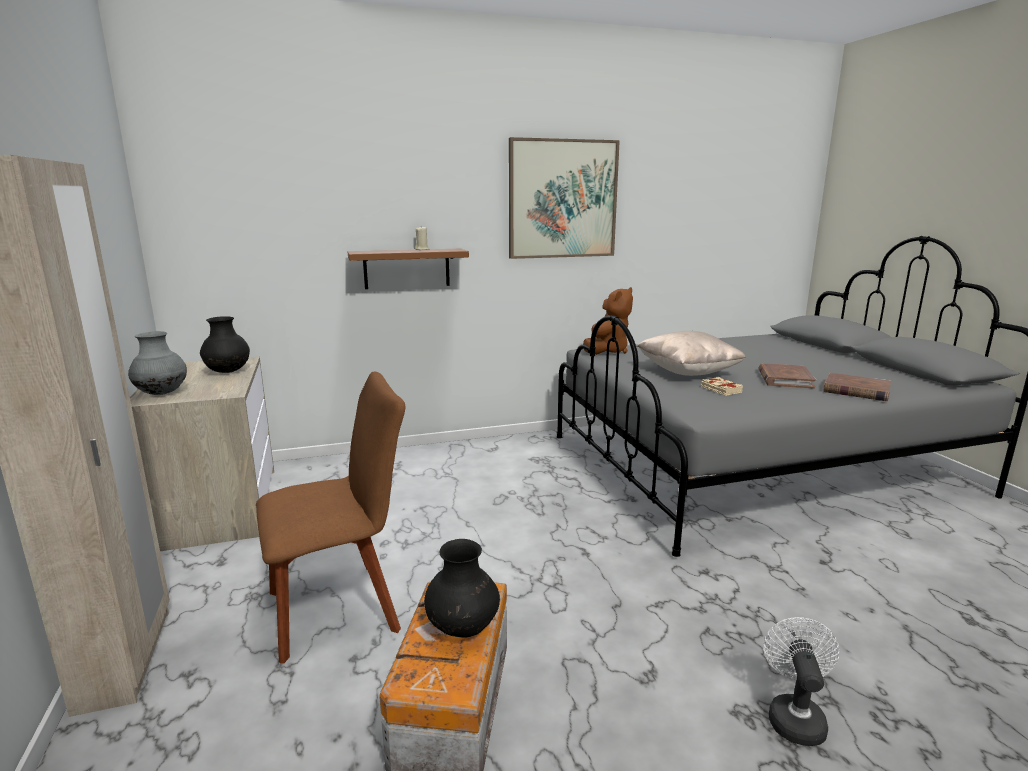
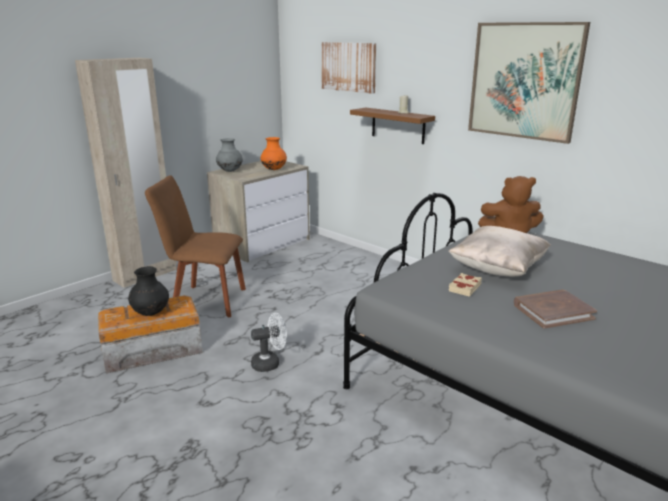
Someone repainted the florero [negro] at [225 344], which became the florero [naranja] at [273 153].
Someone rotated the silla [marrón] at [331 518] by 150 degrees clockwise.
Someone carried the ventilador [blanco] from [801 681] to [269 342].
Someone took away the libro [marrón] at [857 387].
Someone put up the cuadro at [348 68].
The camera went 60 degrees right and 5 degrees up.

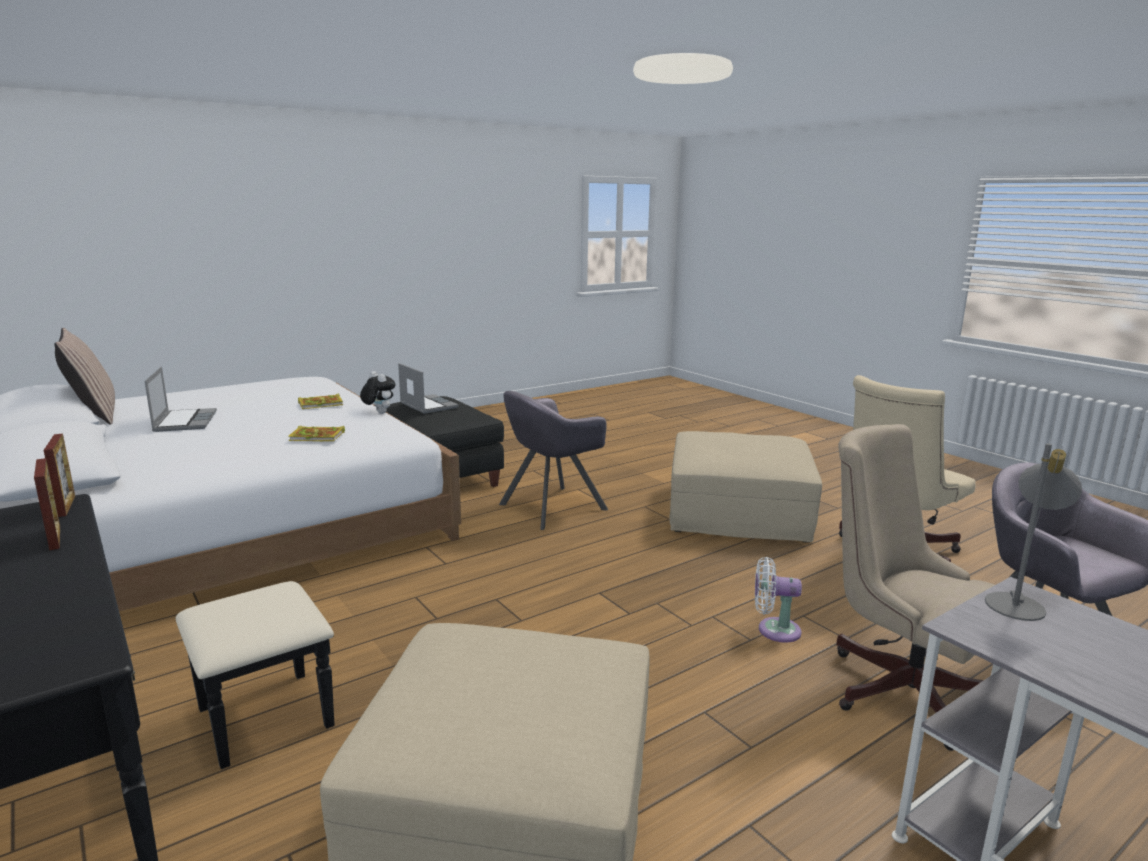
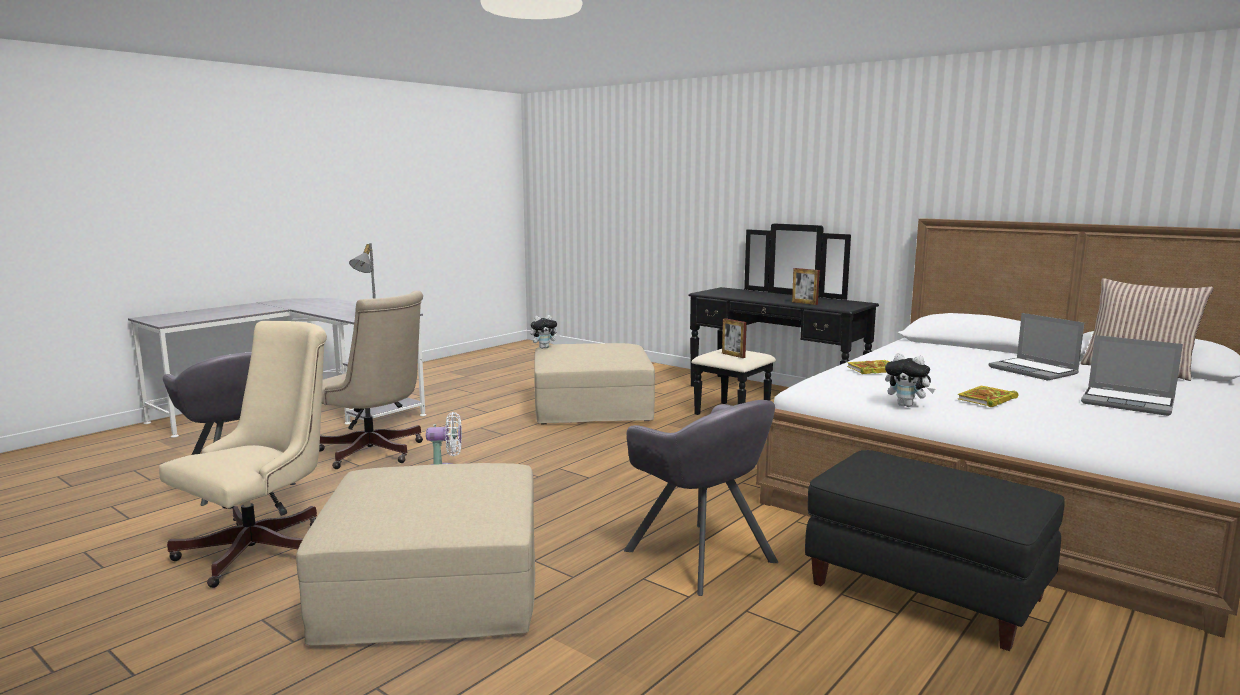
Someone carried the portarretratos from [59 475] to [734 338].
Someone carried the portátil from [428 388] to [1132 375].
Someone rotated the sillón [gris] at [553 460] by 105 degrees clockwise.
Someone put down the peluche at [545 332].
The camera went 165 degrees right and 5 degrees down.

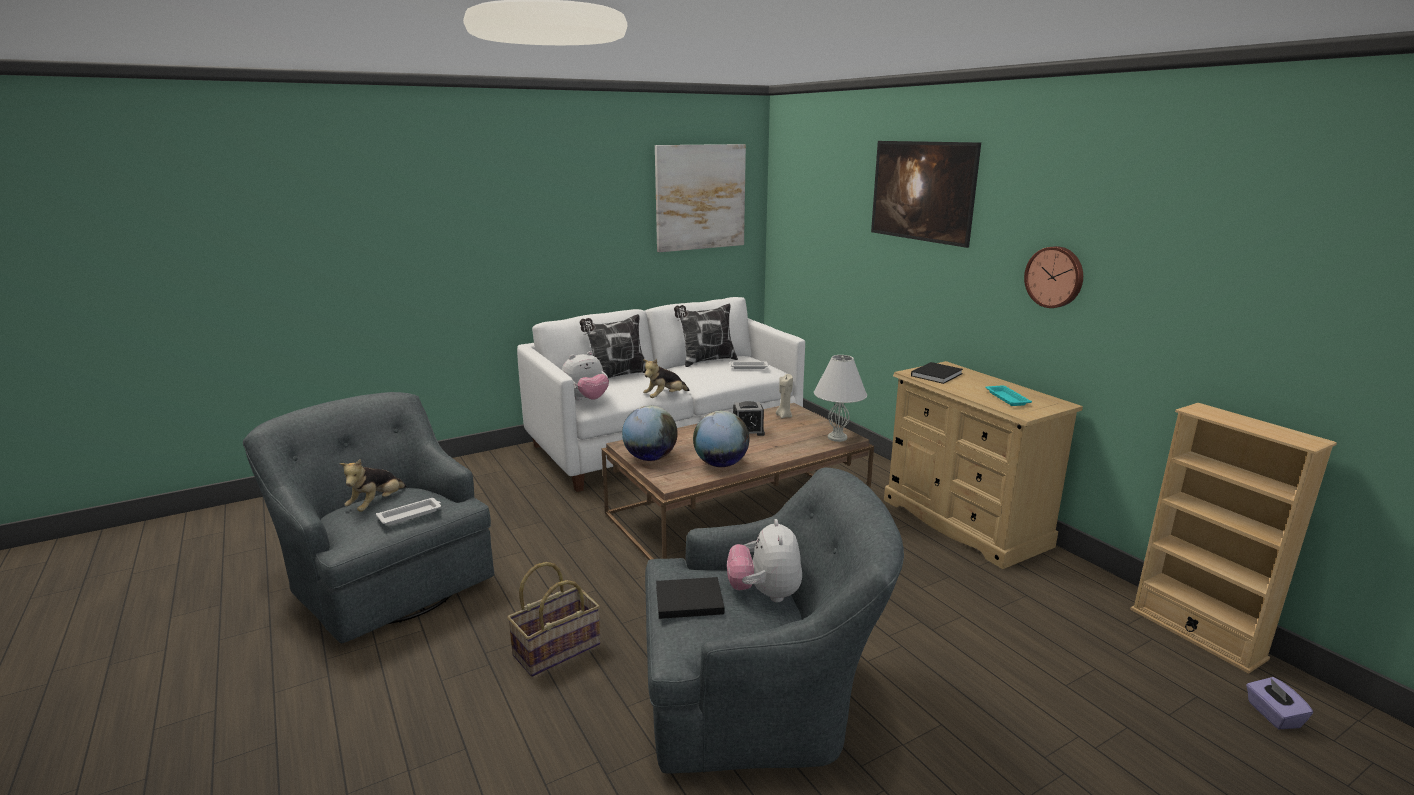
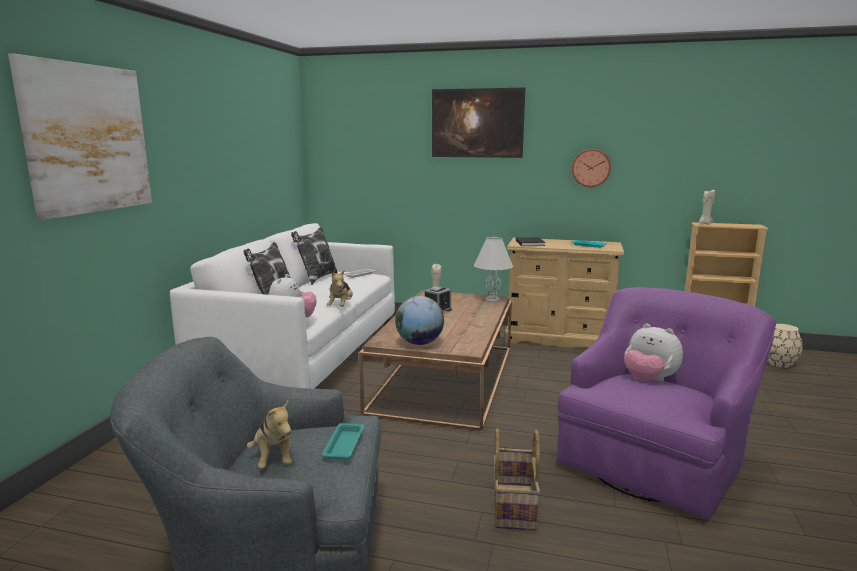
Someone repainted the bandeja [blanco] at [408 511], which became the bandeja [turquesa] at [343 441].
Someone repainted the sillón [gris] at [774 621], which became the sillón [morado] at [666 403].
Someone carried the cuadro from [700 198] to [80 137].
Someone took away the libro [negro] at [690 598].
Someone took away the globo terráqueo at [721 439].
Someone swapped the caja de pañuelos [morado] at [1279 703] for the florero [beis] at [785 346].
Someone put down the vela [beis] at [707 207].
The camera went 45 degrees left and 5 degrees down.

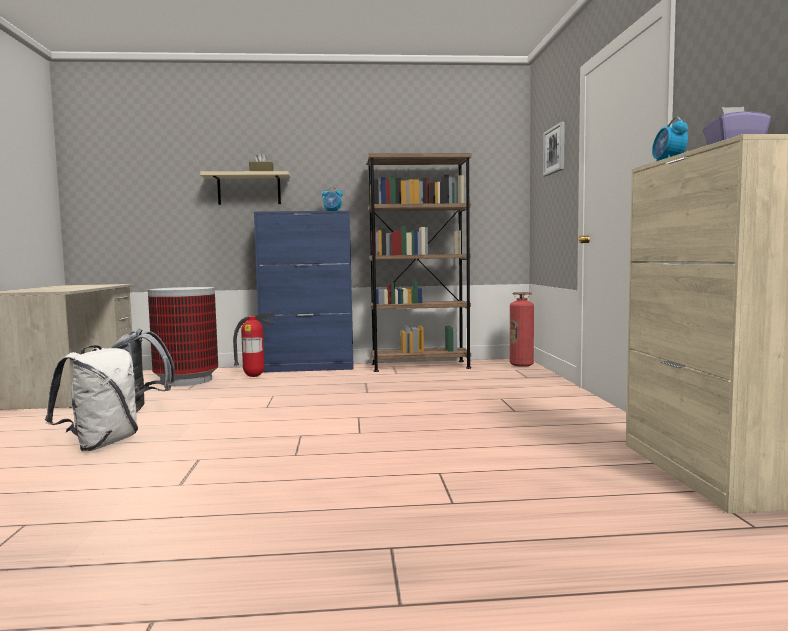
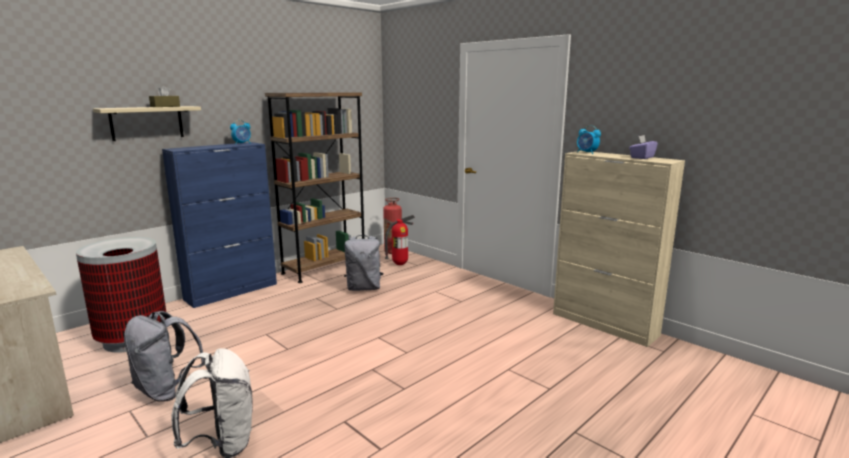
Someone carried the extintor from [254 344] to [400 240].
Someone took away the cuadro at [554 149].
Someone put down the mochila [gris] at [364 263].
The camera went 40 degrees left and 10 degrees up.

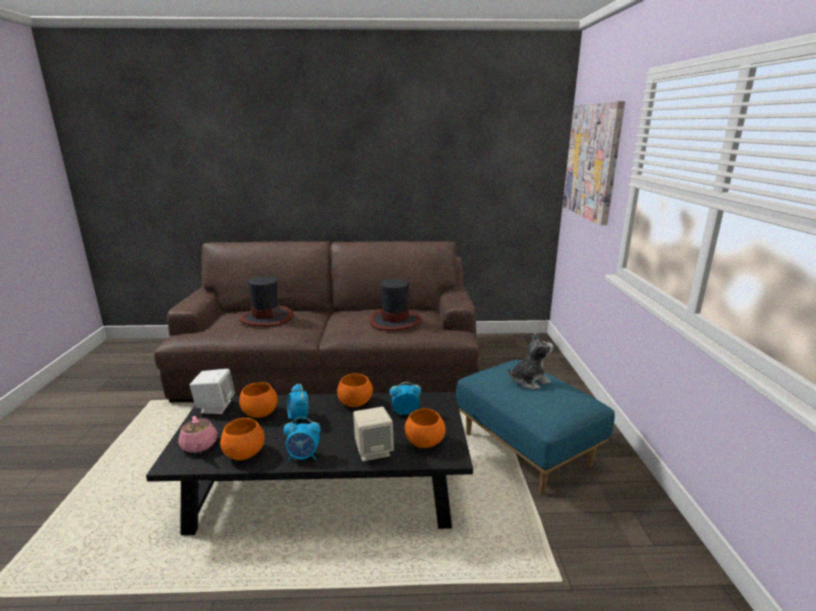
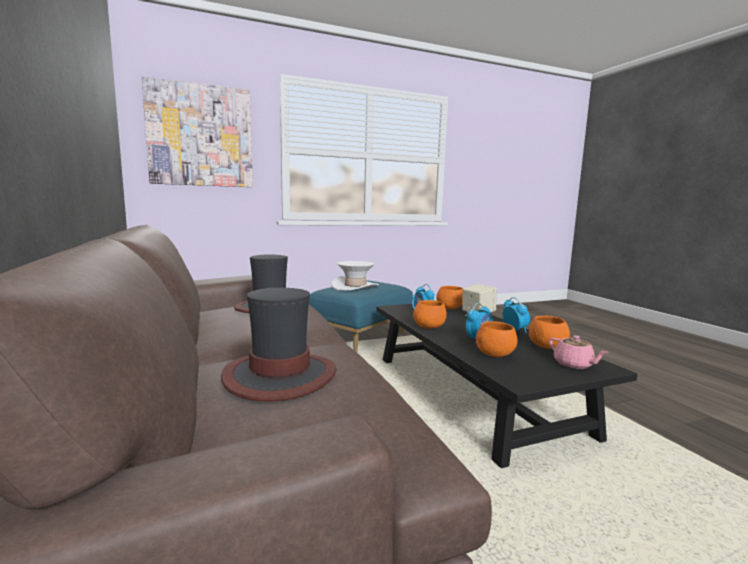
Someone rotated the tetera [rosa] at [198 434] by 105 degrees clockwise.
Someone took away the altavoz [blanco] at [212 391].
Someone swapped the peluche at [531 360] for the sombrero [blanco] at [355 275].
The camera went 110 degrees left and 10 degrees down.

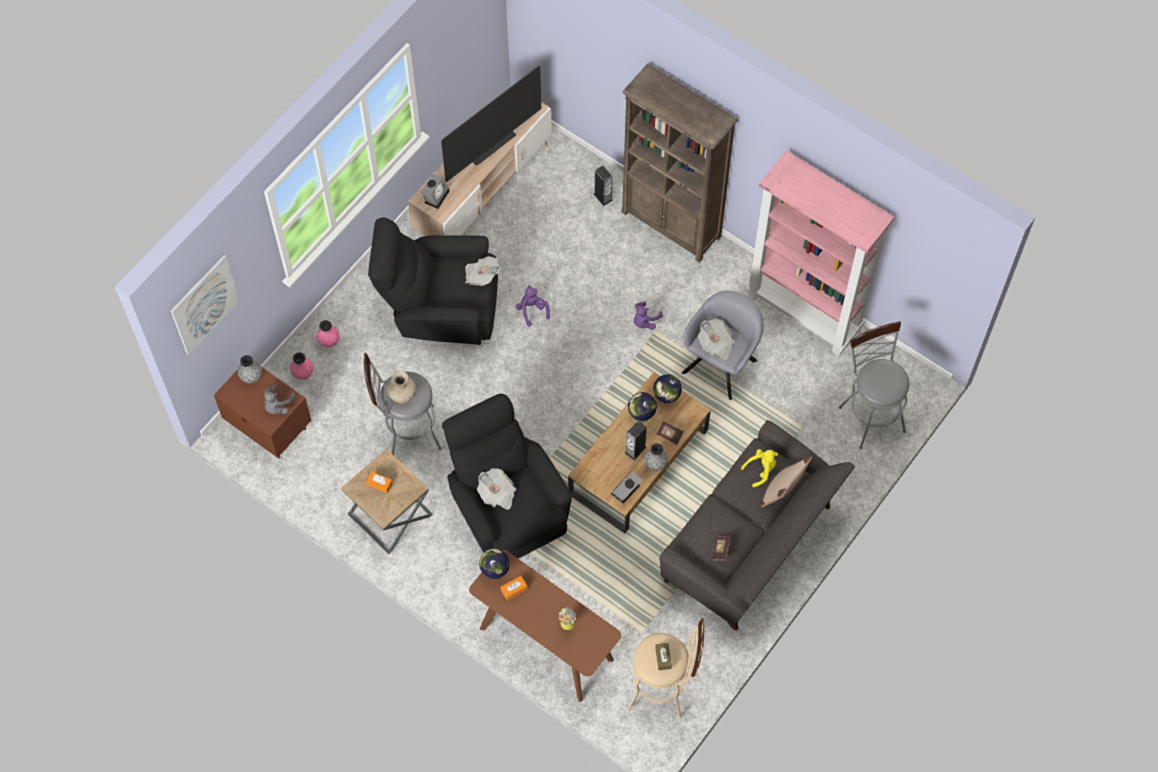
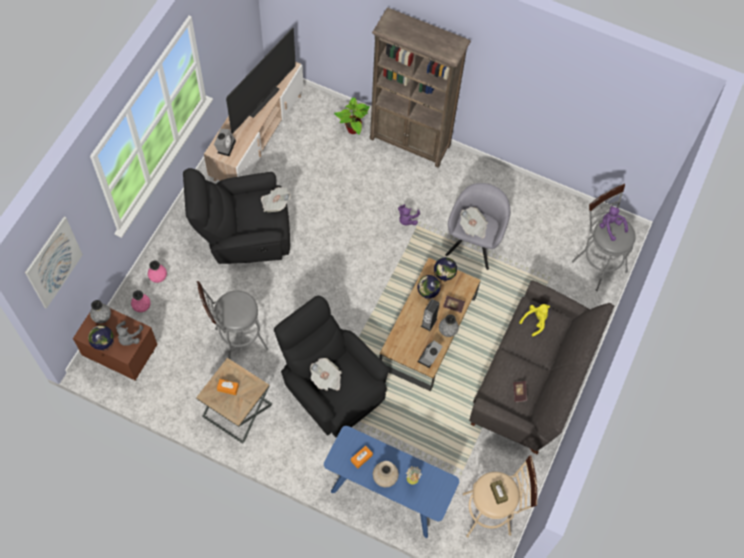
Someone carried the florero [beis] from [401 387] to [386 474].
Someone repainted the mesa consola [marrón] at [545 626], which became the mesa consola [azul] at [391 482].
Someone carried the globo terráqueo from [494 563] to [101 338].
Someone carried the peluche [morado] from [533 306] to [613 223].
Someone swapped the altavoz at [603 186] for the planta en maceta at [352 116].
Someone took away the estantería [rosa] at [820 253].
Someone took away the cojín [beis] at [786 481].
The camera went 15 degrees left and 0 degrees up.

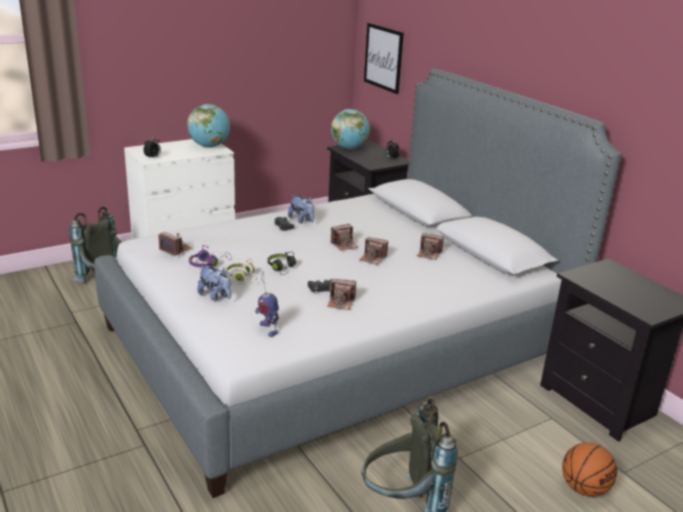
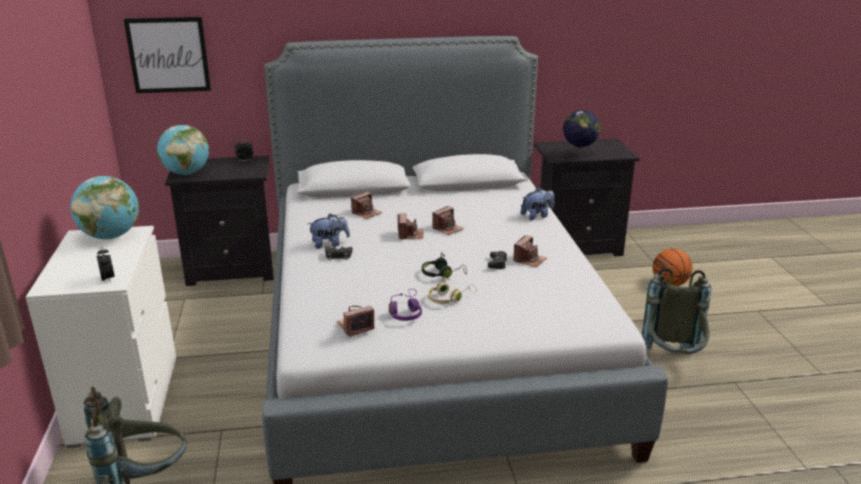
Someone carried the peluche from [214 283] to [537 203].
Someone took away the robot de juguete at [267 304].
Someone carried the cámara from [430 246] to [366 205].
Someone put down the globo terráqueo at [582 134].
The camera went 65 degrees left and 0 degrees up.

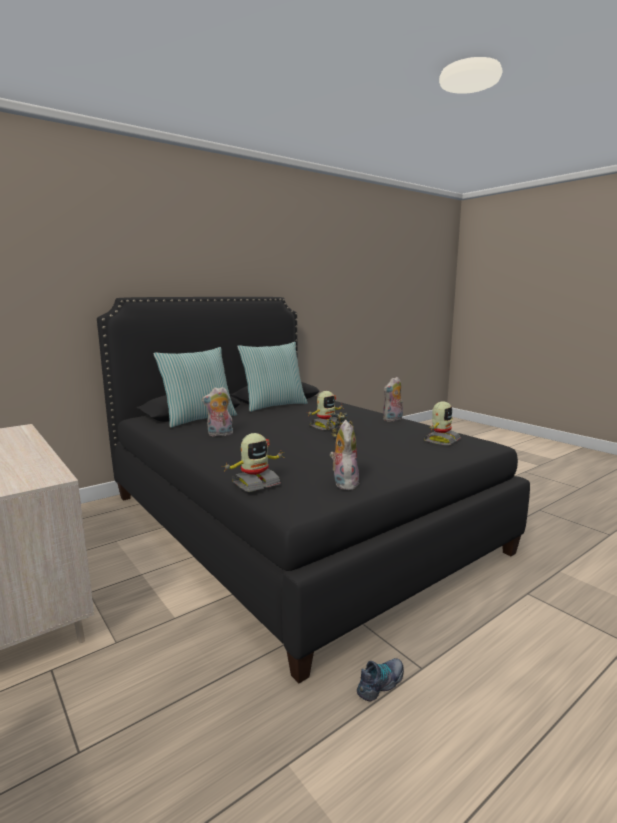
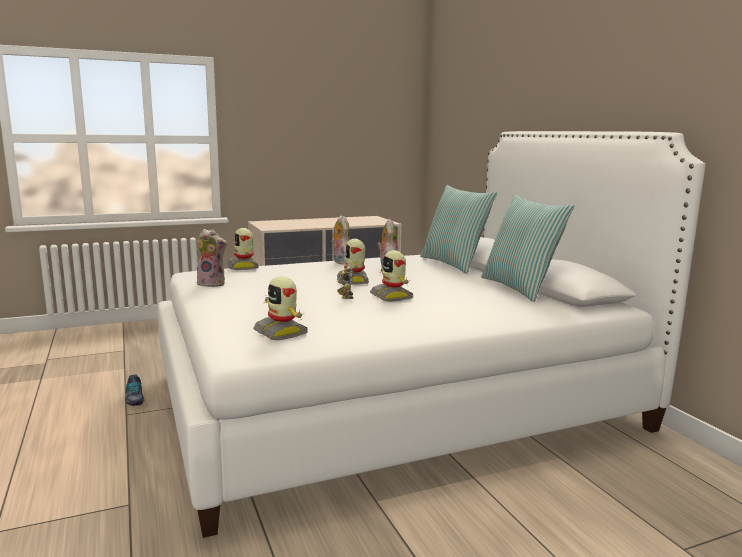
Someone repainted the cama [negro] at [313 490], which became the cama [blanco] at [431 334].
Someone carried the peluche from [393 399] to [340 240].
Someone put down the robot de juguete at [353 262].
The camera went 105 degrees right and 0 degrees up.

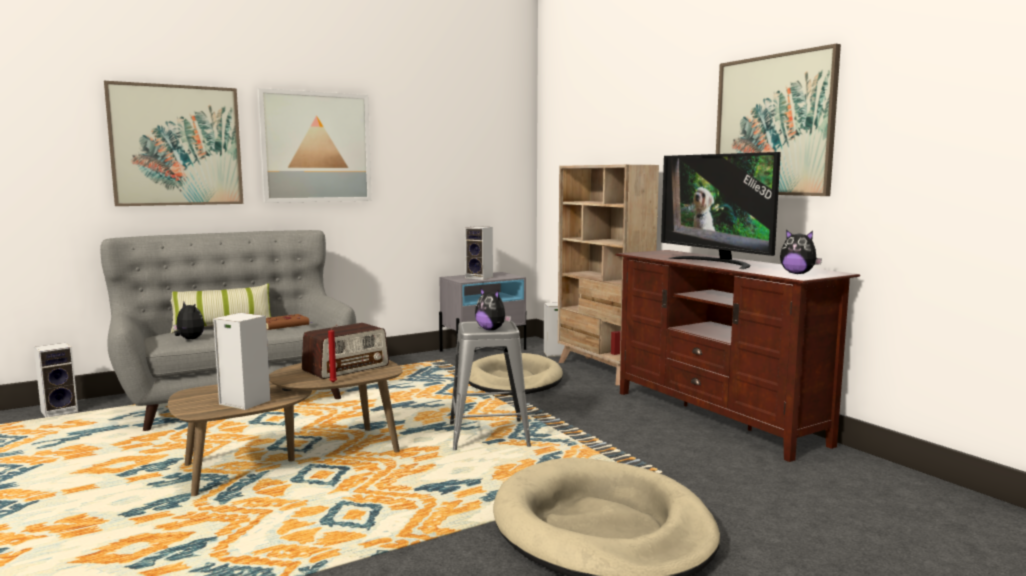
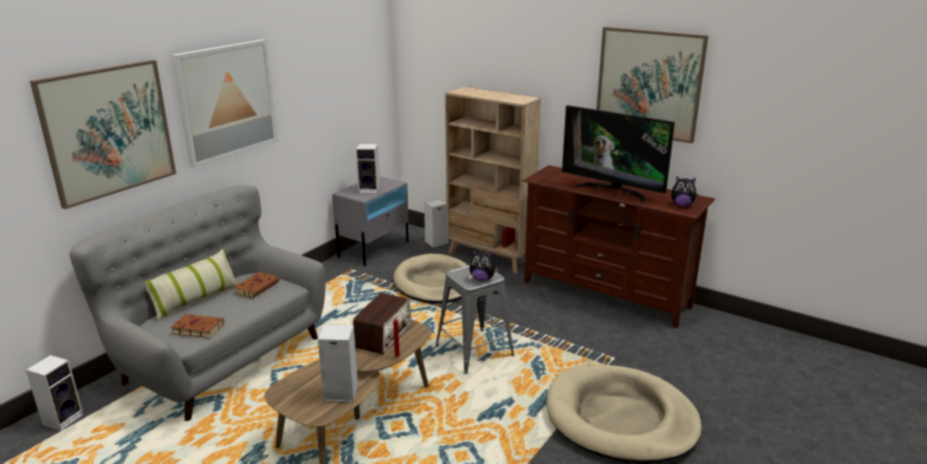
Someone swapped the peluche at [188 320] for the libro [marrón] at [197 326].
The camera went 25 degrees left and 15 degrees up.

